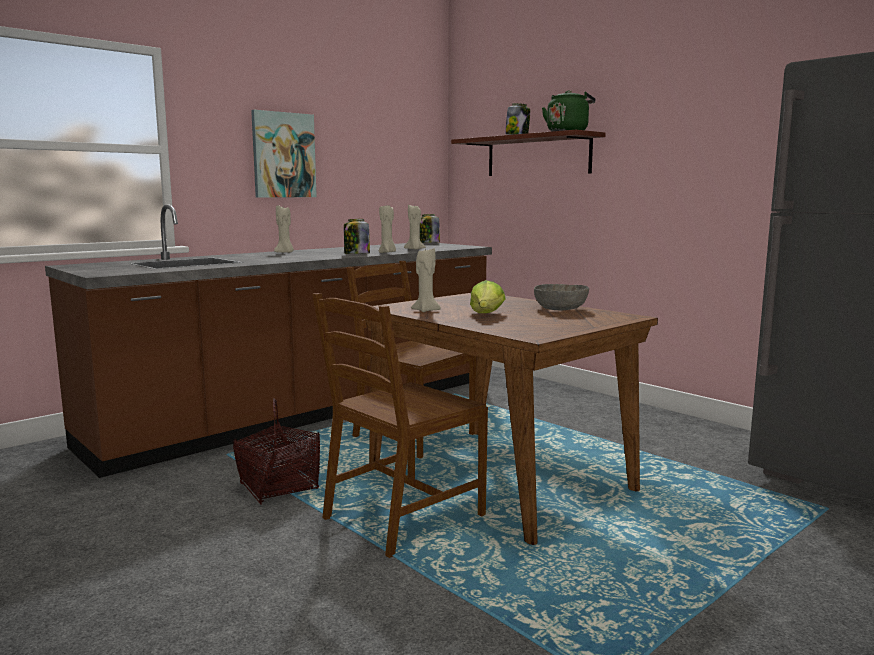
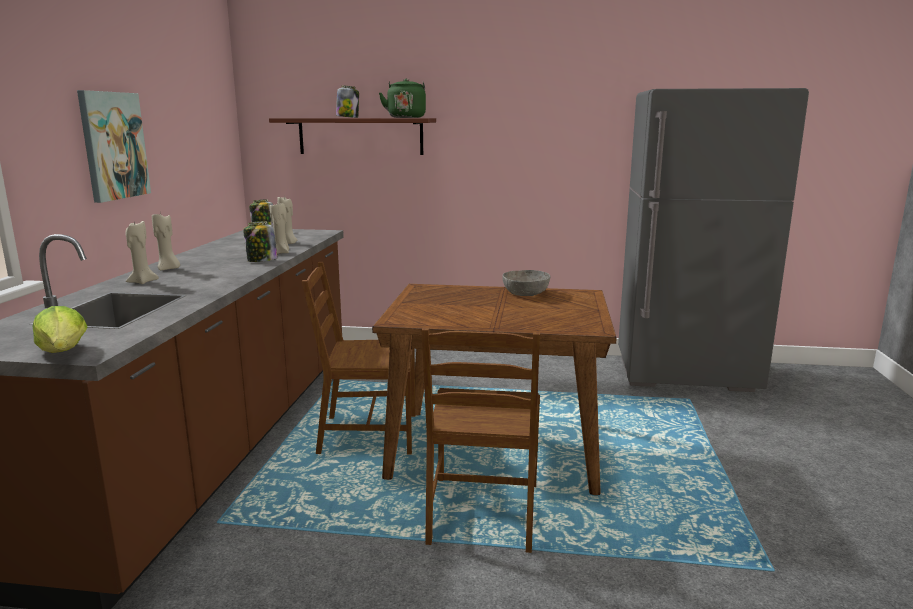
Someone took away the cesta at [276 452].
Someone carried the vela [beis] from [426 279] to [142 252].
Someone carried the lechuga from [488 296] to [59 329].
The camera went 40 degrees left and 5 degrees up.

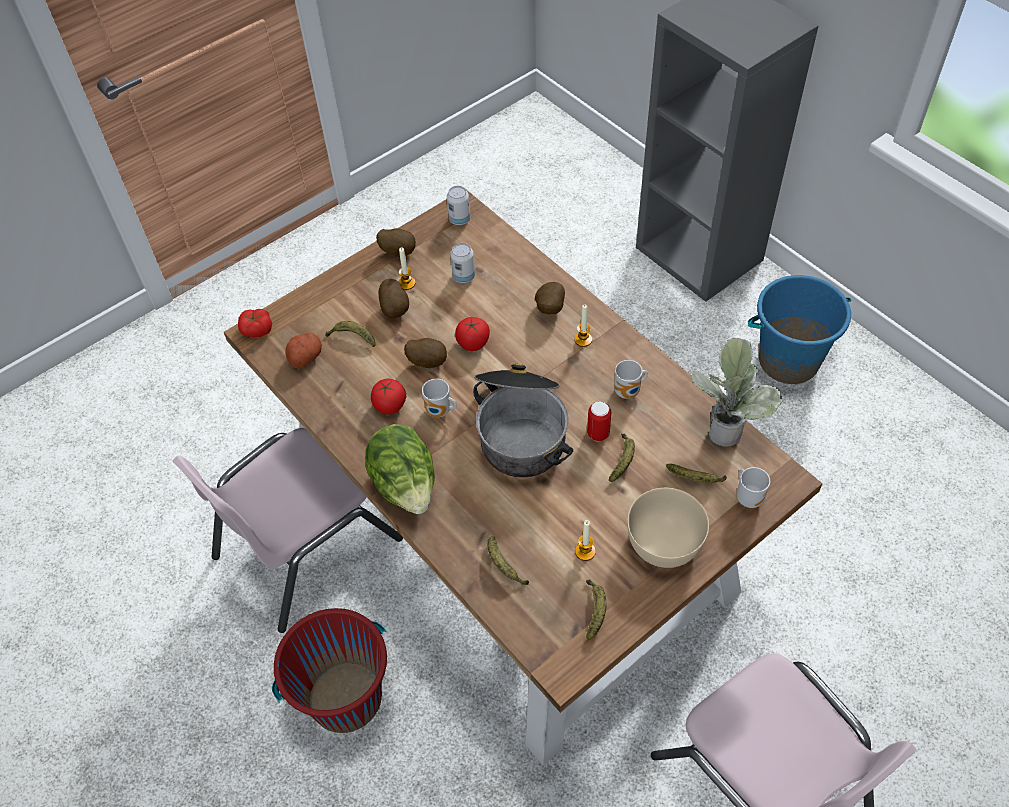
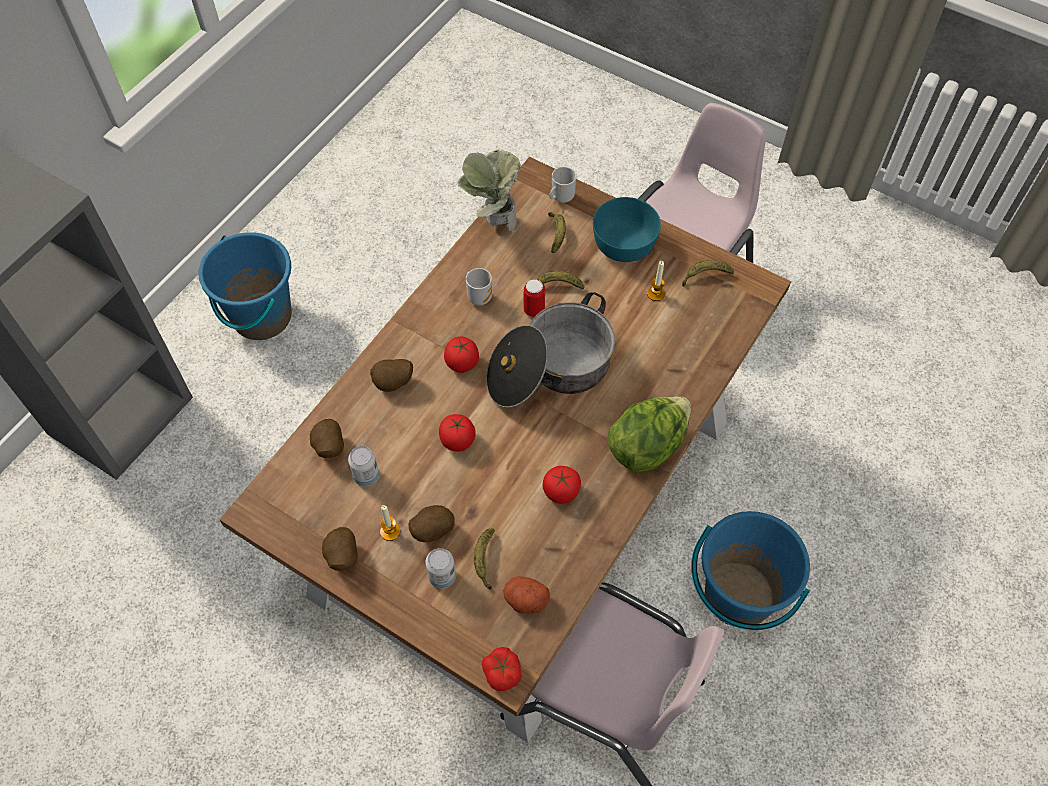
Someone repainted the cubo [rojo] at [329 670], which became the cubo [azul] at [750 570].
Someone carried the patata from [425 353] to [327 438].
Someone took away the taza grande at [439 398].
Someone carried the lata from [458 205] to [441 568].
Someone took away the plátano at [508 560].
Someone took away the vela at [583 325].
Someone repainted the cuenco [beis] at [668 528], which became the cuenco [turquesa] at [627 229].
Someone put down the tomate at [461 355].
The camera went 110 degrees left and 5 degrees up.

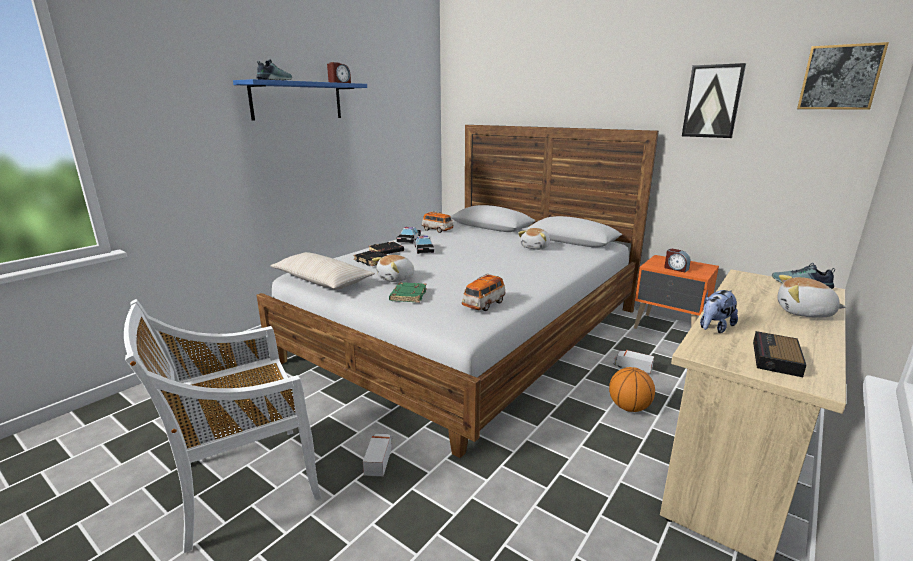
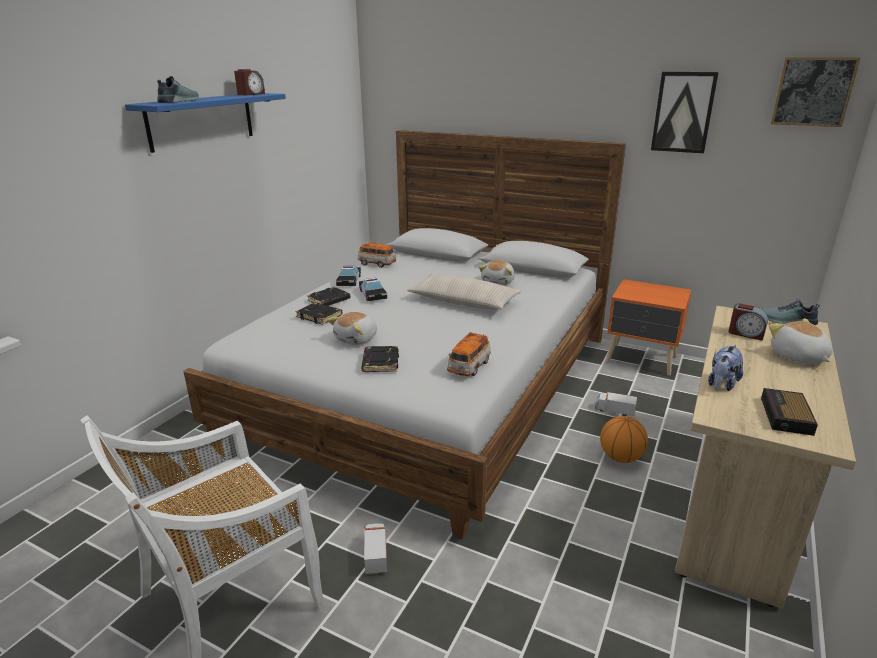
Someone carried the cojín [beis] from [322 270] to [464 292].
Someone repainted the libro [verde] at [408 292], which became the libro [negro] at [380 359].
Someone carried the despertador from [677 261] to [748 322].
Someone rotated the peluche at [812 296] by 60 degrees clockwise.
The camera went 10 degrees left and 5 degrees up.

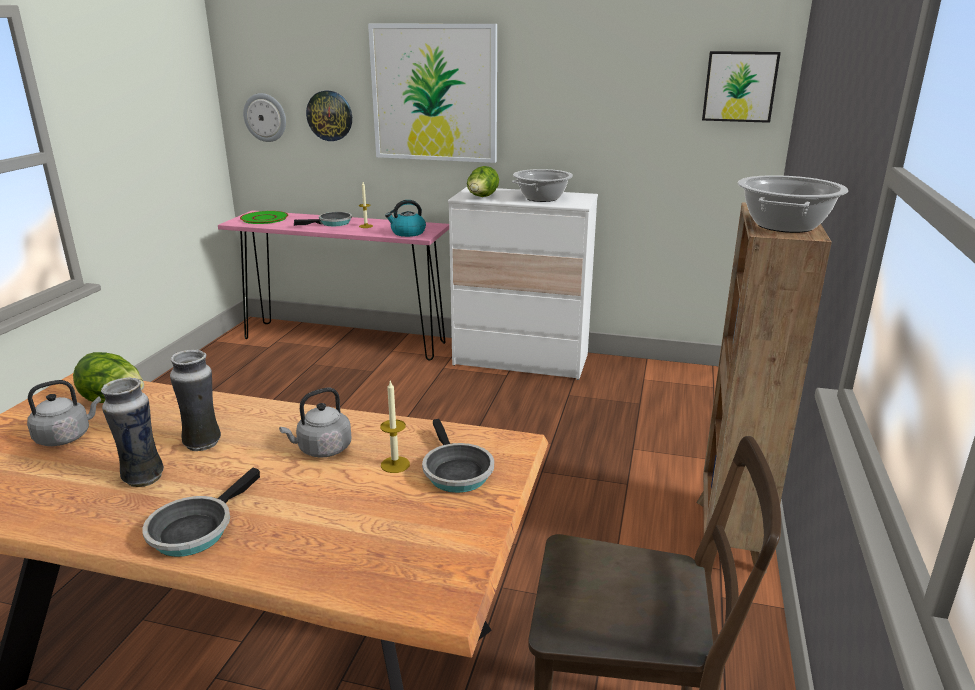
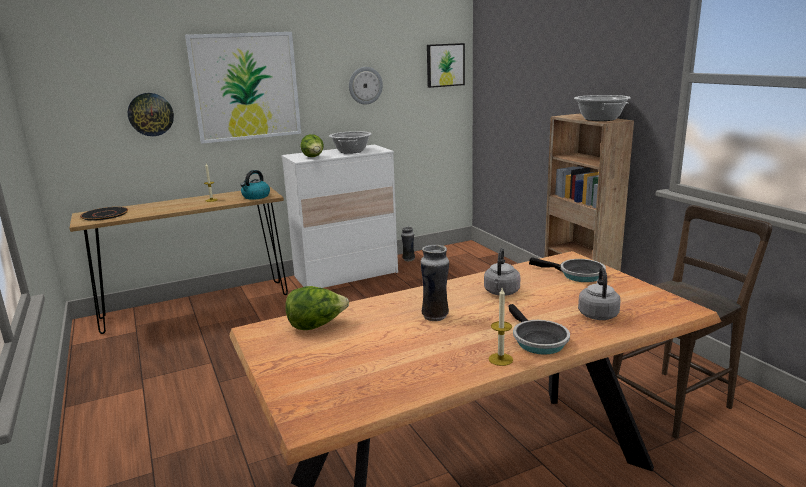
Someone carried the hervidor [gris] from [64 413] to [599 294].
Someone carried the florero from [132 432] to [408 244].
Someone repainted the mesa consola [rosa] at [333 285], which became the mesa consola [marrón] at [179 260].
Someone repainted the plato [verde] at [264 217], which became the plato [negro] at [104 214].
Someone carried the reloj de pared from [264 117] to [366 86].
Someone took away the sartén at [323 219].
Someone carried the vela from [395 427] to [501 327].
The camera went 40 degrees left and 5 degrees down.

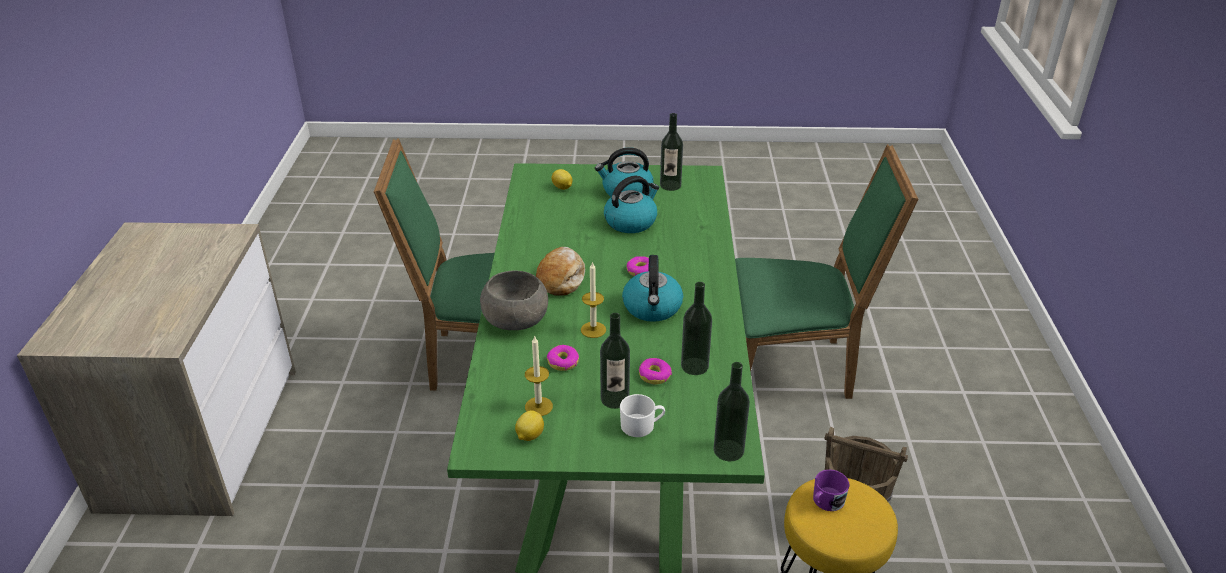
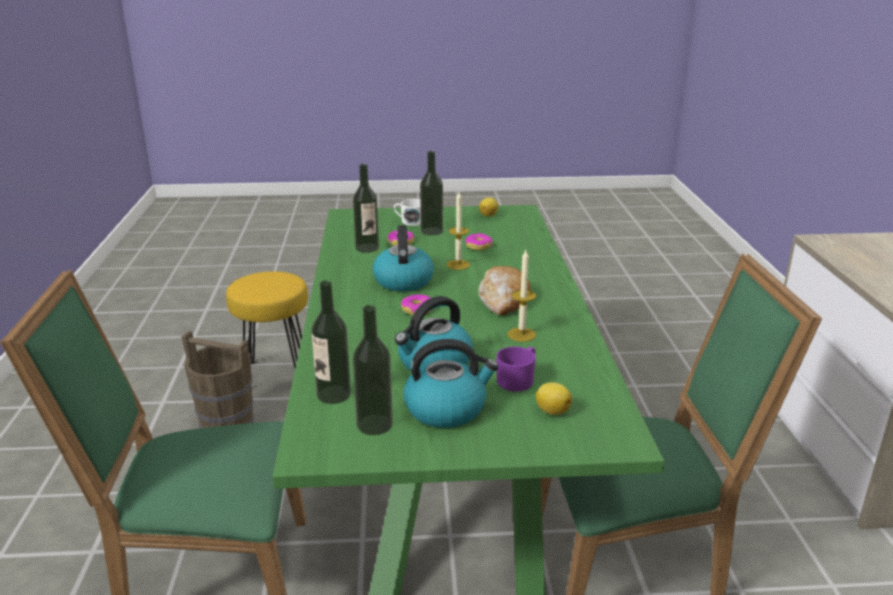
Someone took away the cuenco [gris] at [514 300].
Someone carried the vela from [539 375] to [521 296].
Someone carried the botella from [732 411] to [331 342].
Someone carried the taza grande [morado] from [831 490] to [516 369].
The camera went 175 degrees right and 10 degrees down.

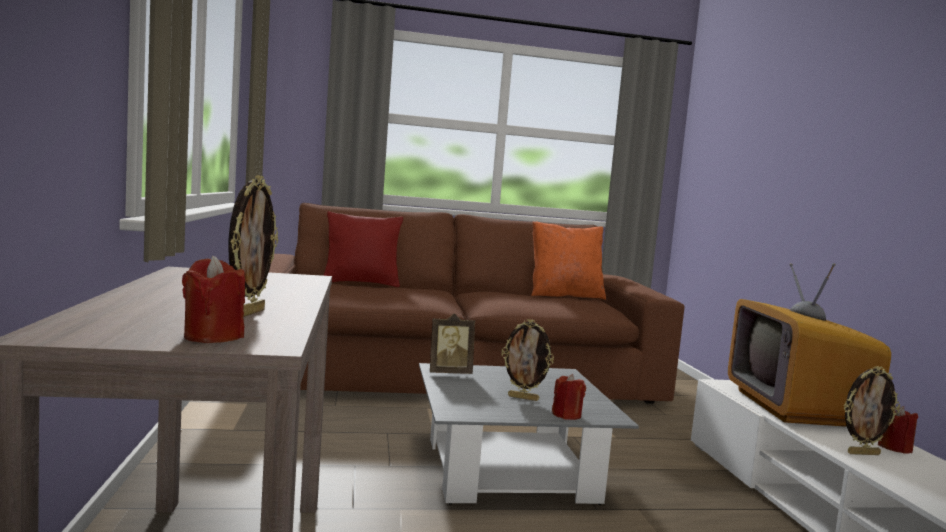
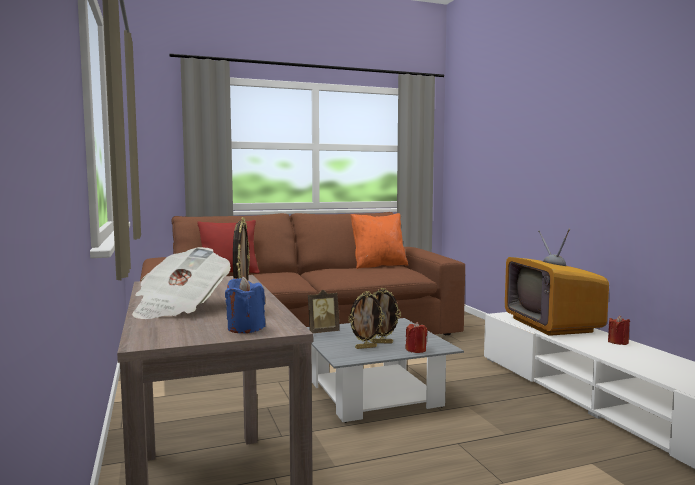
Someone repainted the vela [rojo] at [213 299], which became the vela [azul] at [245 304].
Someone carried the portarretratos from [872 410] to [366 320].
Someone put down the periódico at [181 283].
The camera went 10 degrees left and 0 degrees up.

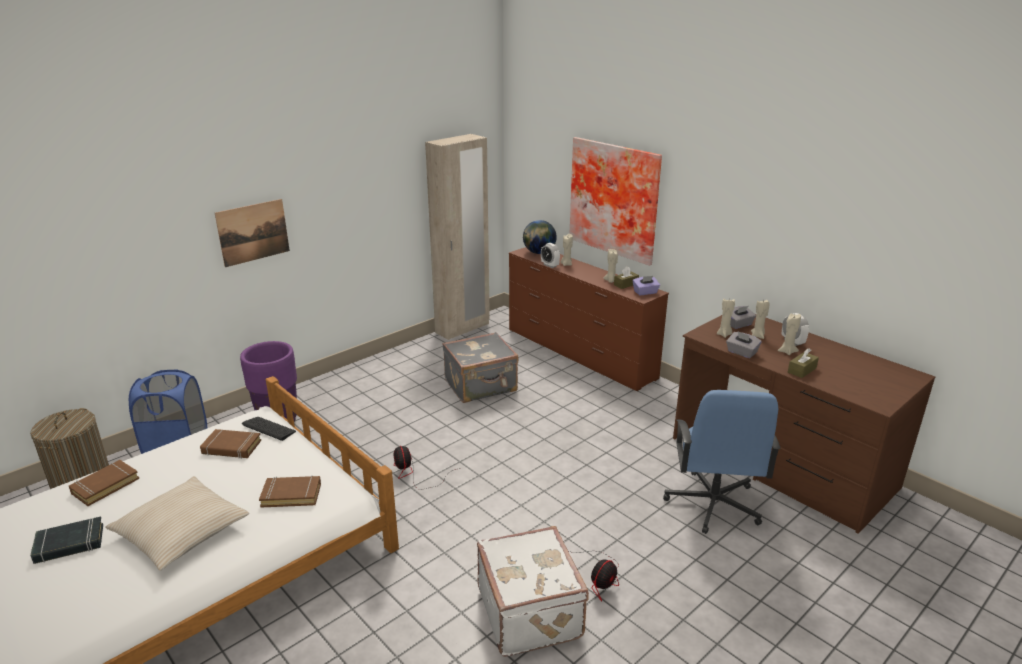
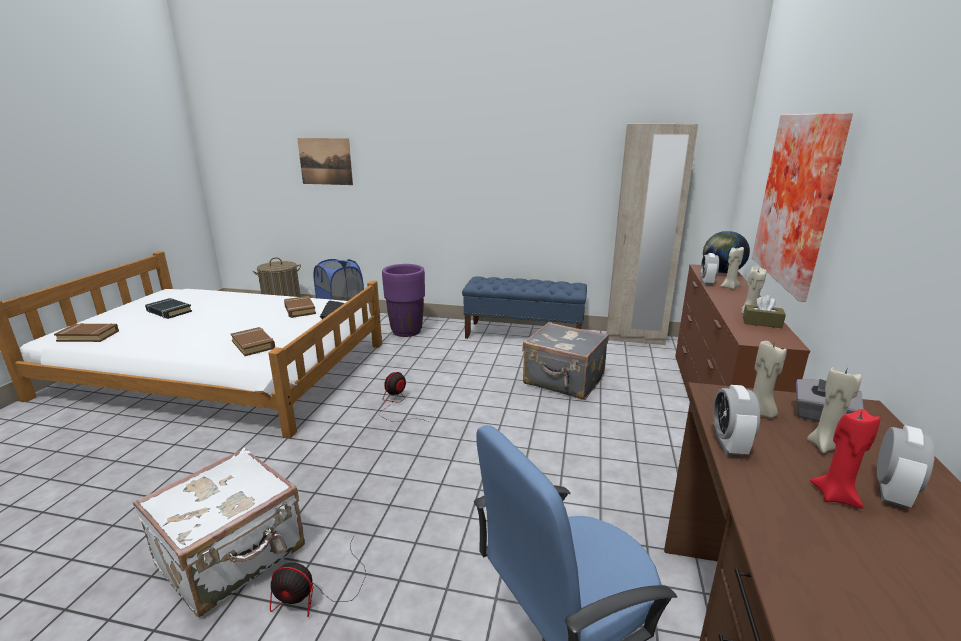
Someone carried the libro [marrón] from [104 483] to [86 332].
Someone took away the cojín [beis] at [177 523].
Someone carried the cuadro from [252 233] to [325 161].
Someone took away the caja de pañuelos [morado] at [646 285].
Someone swapped the caja de pañuelos [gris] at [744 345] for the despertador at [736 420].
Someone repainted the vela [beis] at [789 334], which became the vela [rojo] at [845 459].
Someone took away the caja de pañuelos [marrón] at [803 363].
Someone put down the banco [azul] at [524 307].
The camera went 55 degrees right and 5 degrees down.

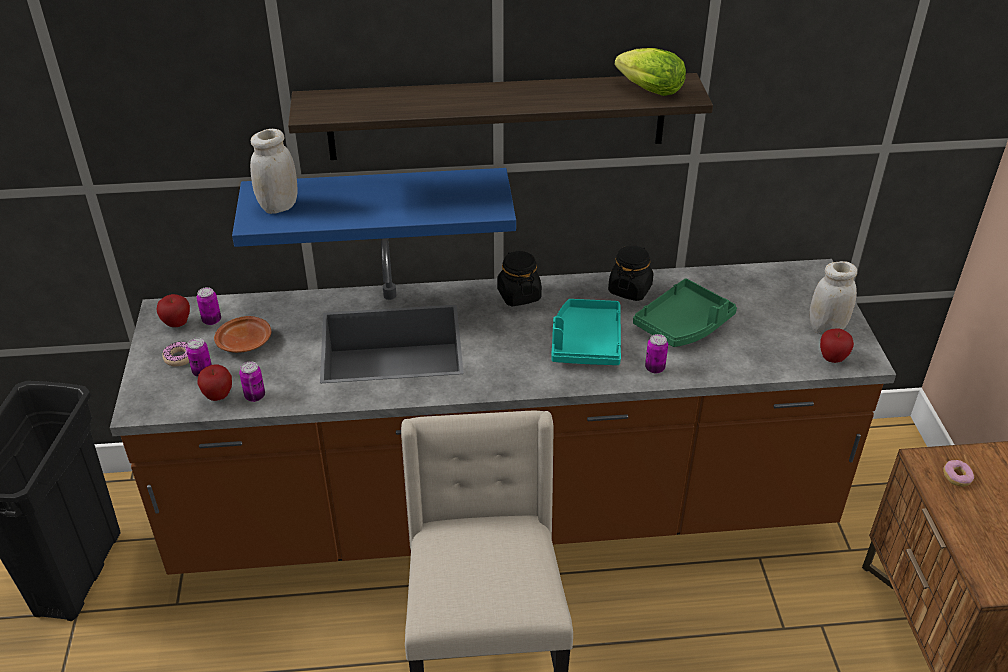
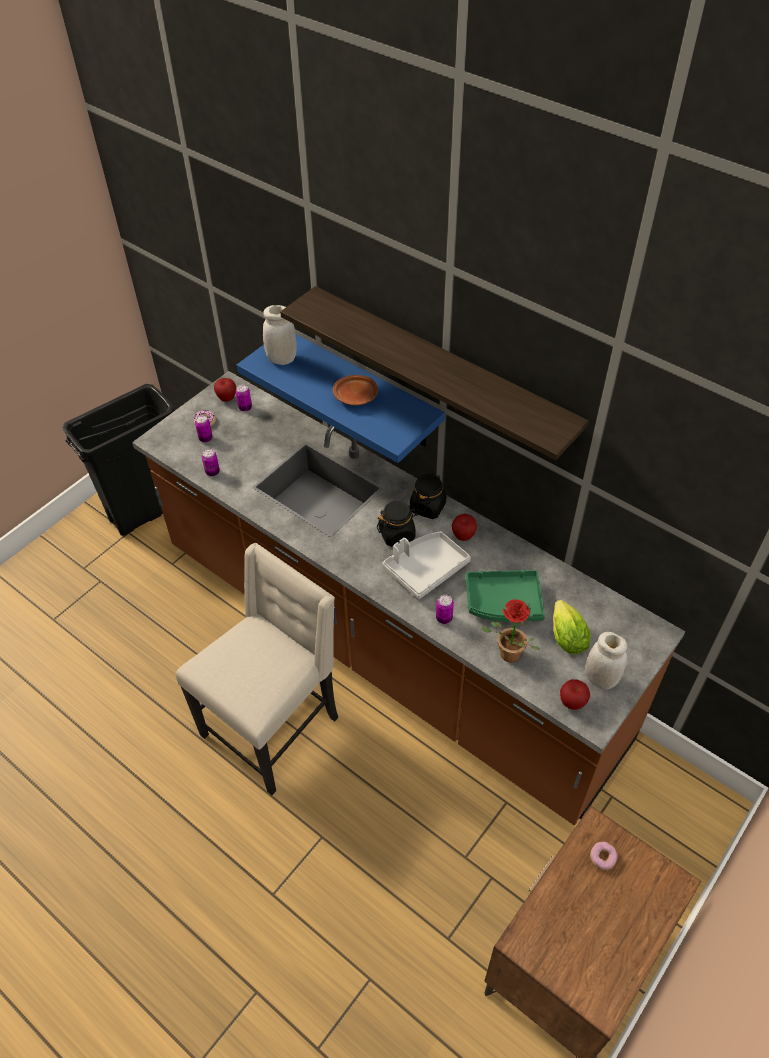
Someone carried the manzana from [214 382] to [464 527].
Someone carried the plato [marrón] from [242 334] to [355 390].
Someone repainted the bandeja [turquesa] at [586 332], which became the bandeja [gris] at [426 565].
Someone carried the tarro [negro] from [630 273] to [397 524].
Someone carried the lechuga from [650 72] to [572 627].
Someone put down the planta en maceta at [510 631].
The camera went 45 degrees right and 10 degrees up.

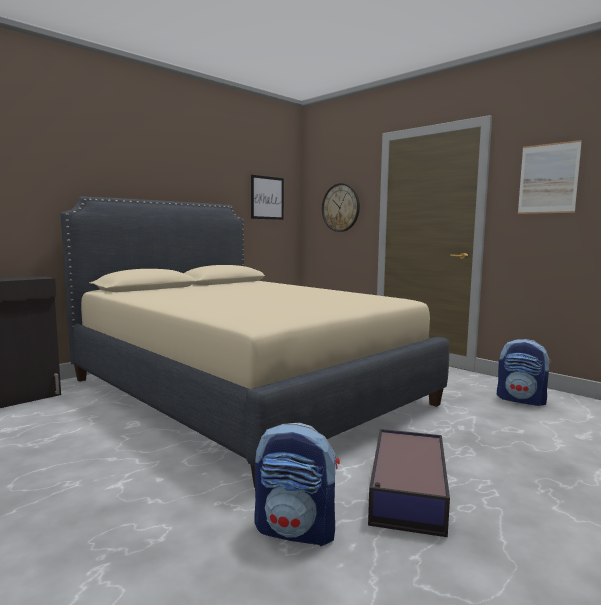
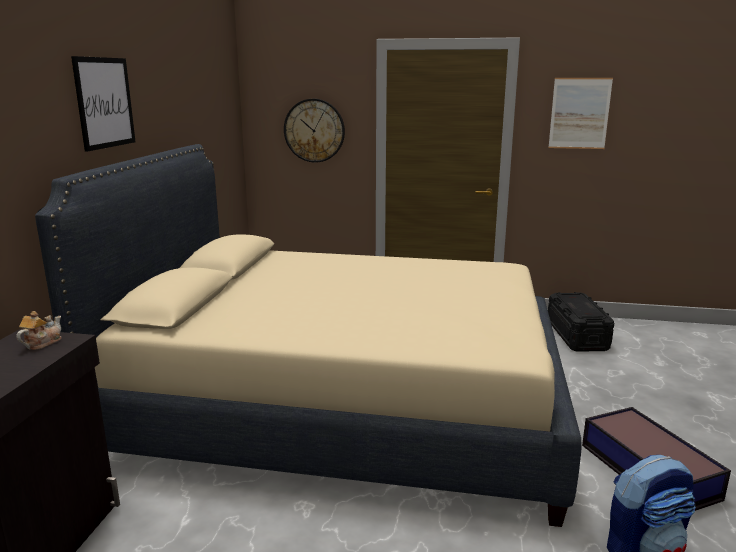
Someone carried the cuadro from [267 197] to [103 104].
Someone swapped the mochila at [524 372] for the caja de almacenaje [negro] at [581 322].
Someone put down the tetera at [39 330].
The camera went 35 degrees left and 10 degrees up.

